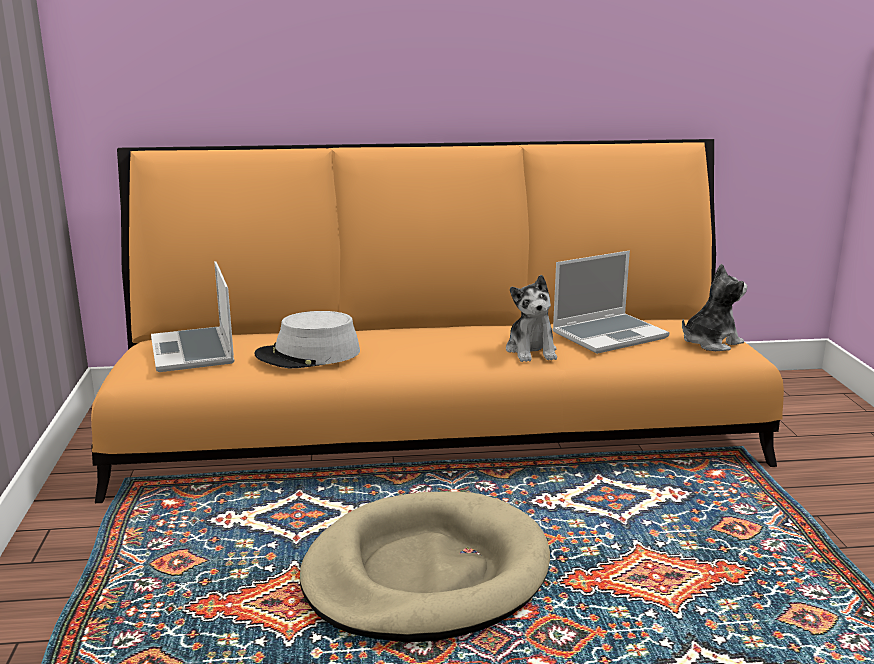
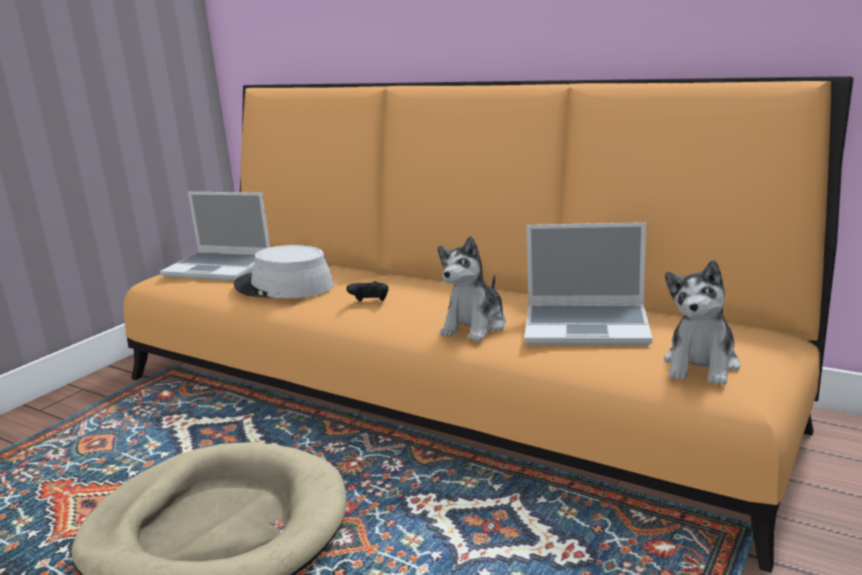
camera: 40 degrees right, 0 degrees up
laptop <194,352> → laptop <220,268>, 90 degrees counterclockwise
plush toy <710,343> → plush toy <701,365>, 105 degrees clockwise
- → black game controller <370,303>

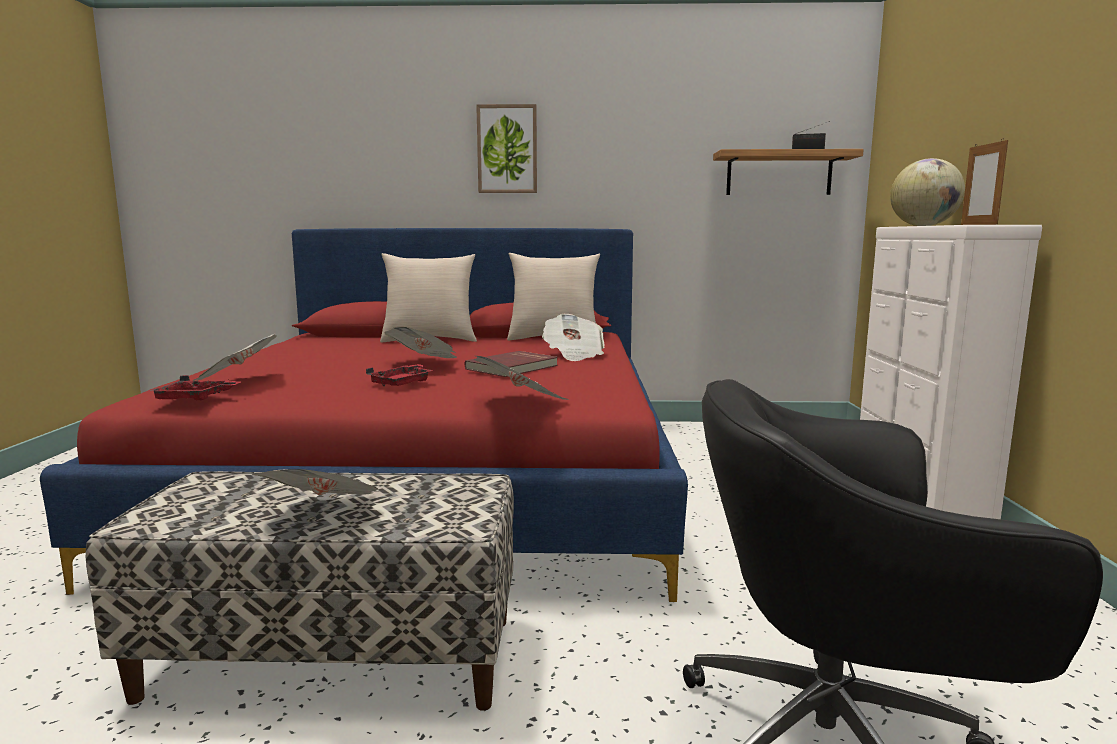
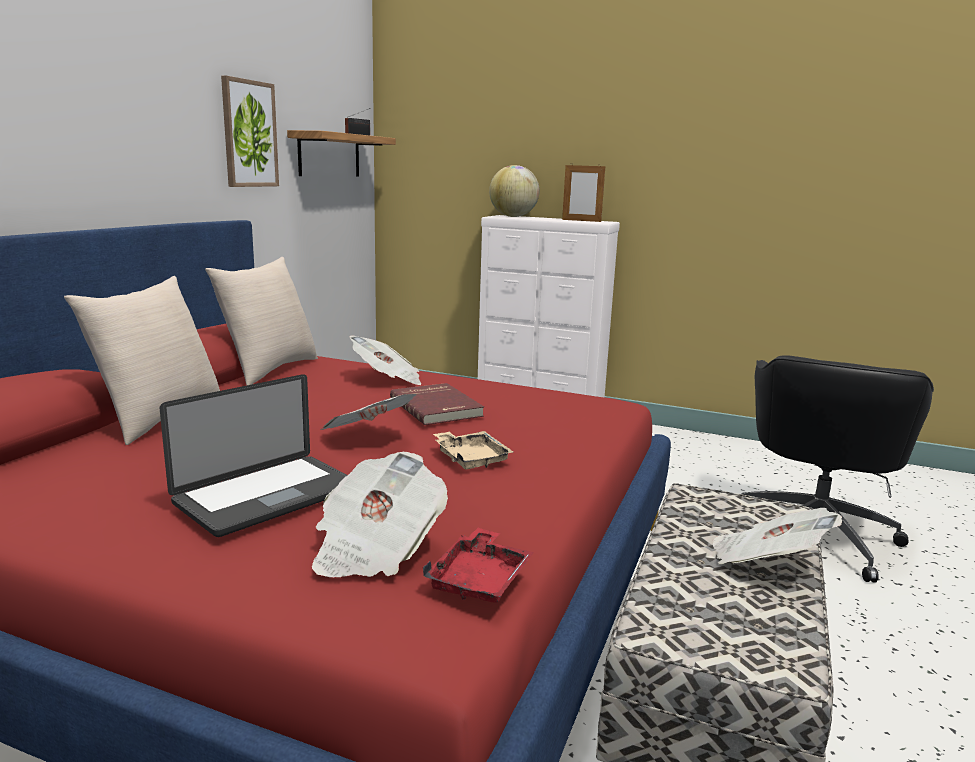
camera: 70 degrees left, 5 degrees up
picture <507,149> → picture <249,134>, moved
newspaper <522,403> → -
red tray <403,383> → beige tray <471,458>
- → laptop <267,496>

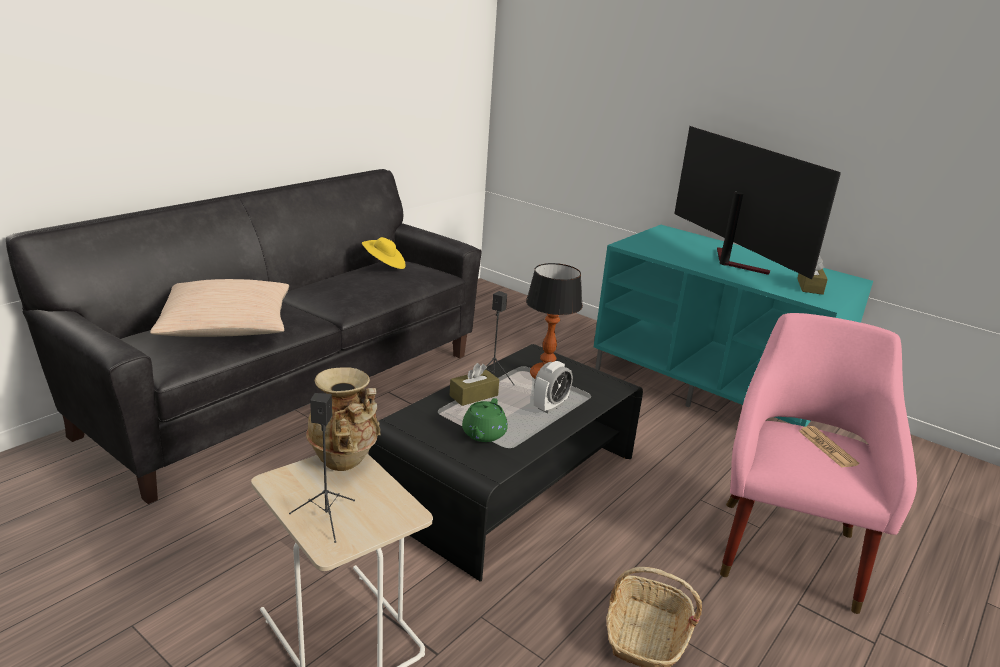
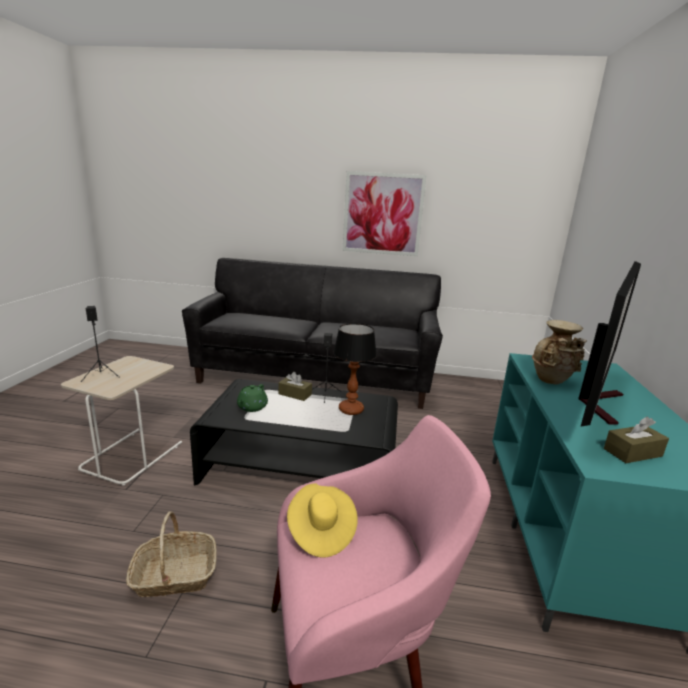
camera: 60 degrees right, 5 degrees down
yellow hat <384,265> → yellow hat <320,532>, moved
beige pillow <227,326> → -
alarm clock <550,406> → -
beige vase <346,461> → beige vase <552,380>, moved
green teapot <483,434> → green teapot <252,407>, 60 degrees counterclockwise
newspaper <827,447> → -
- → picture <382,214>

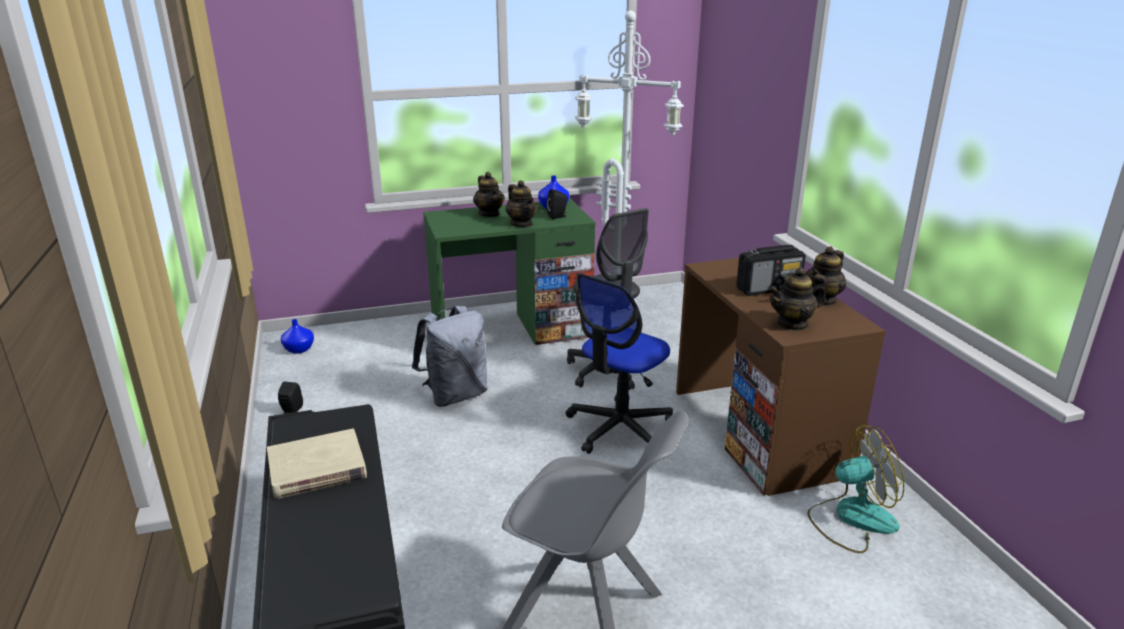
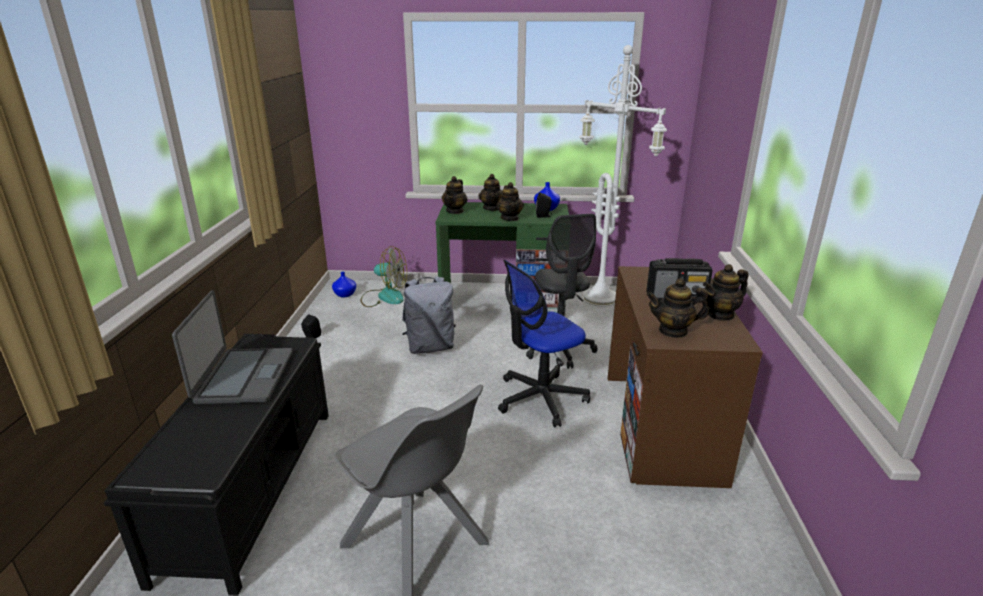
camera: 20 degrees right, 0 degrees up
fan <851,518> → fan <384,297>, moved
beige book <317,468> → laptop <243,377>
- → teapot <455,211>

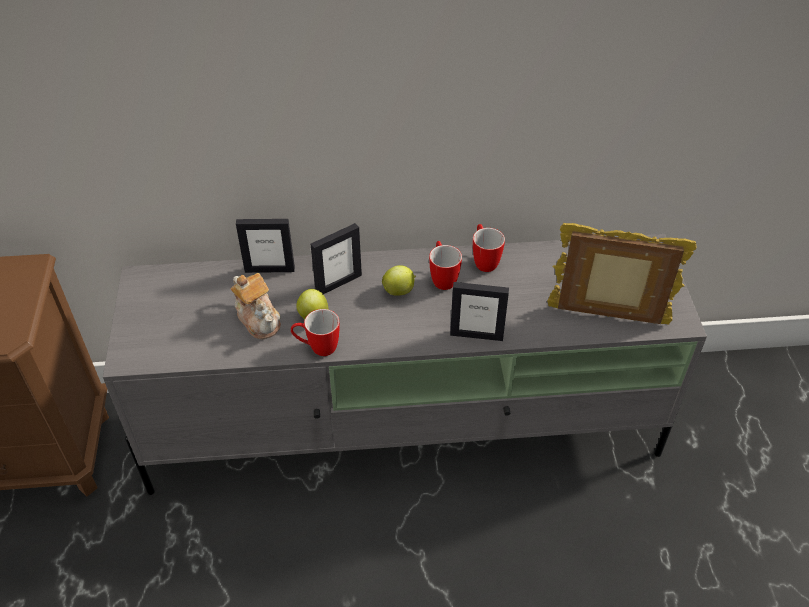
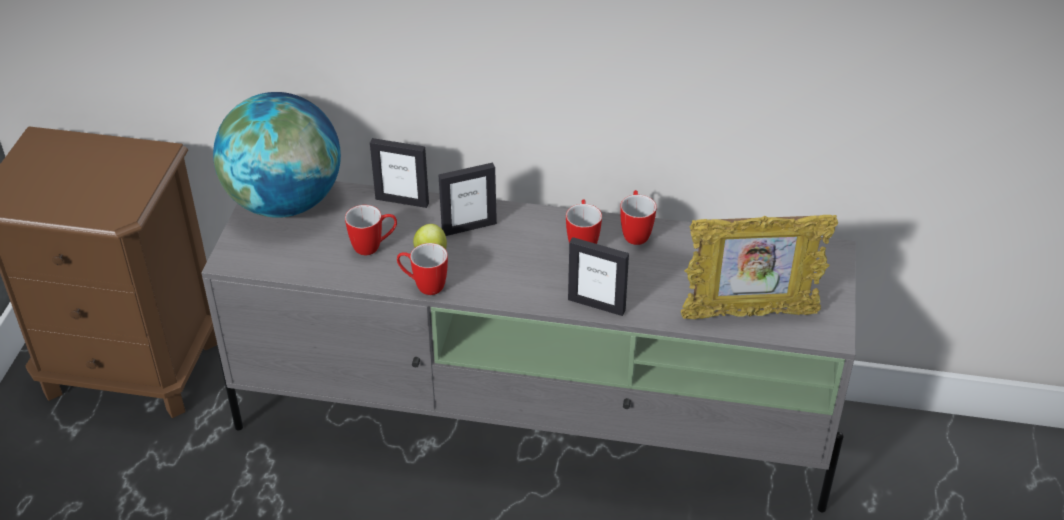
camera: 15 degrees right, 5 degrees down
picture frame <607,317> → picture frame <749,314>, 150 degrees clockwise
apple <399,291> → -
teapot <259,318> → mug <374,246>
- → globe <285,202>

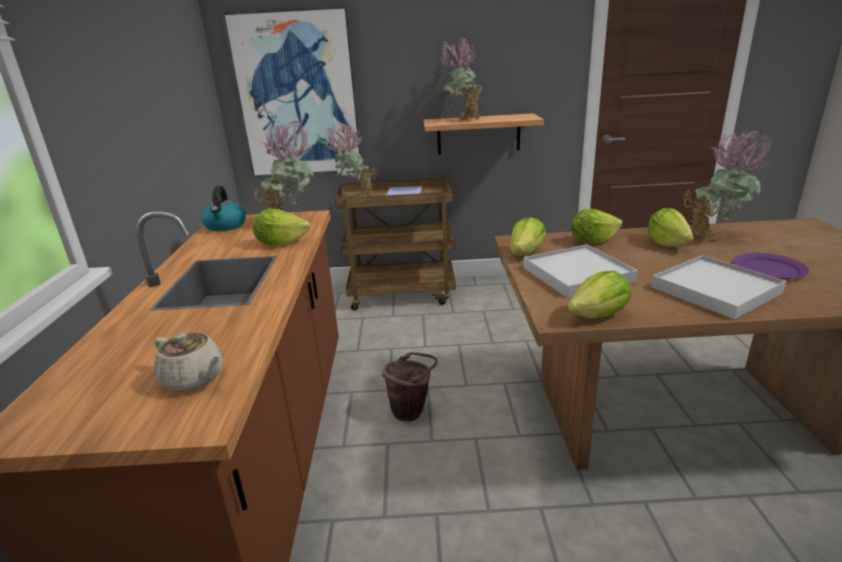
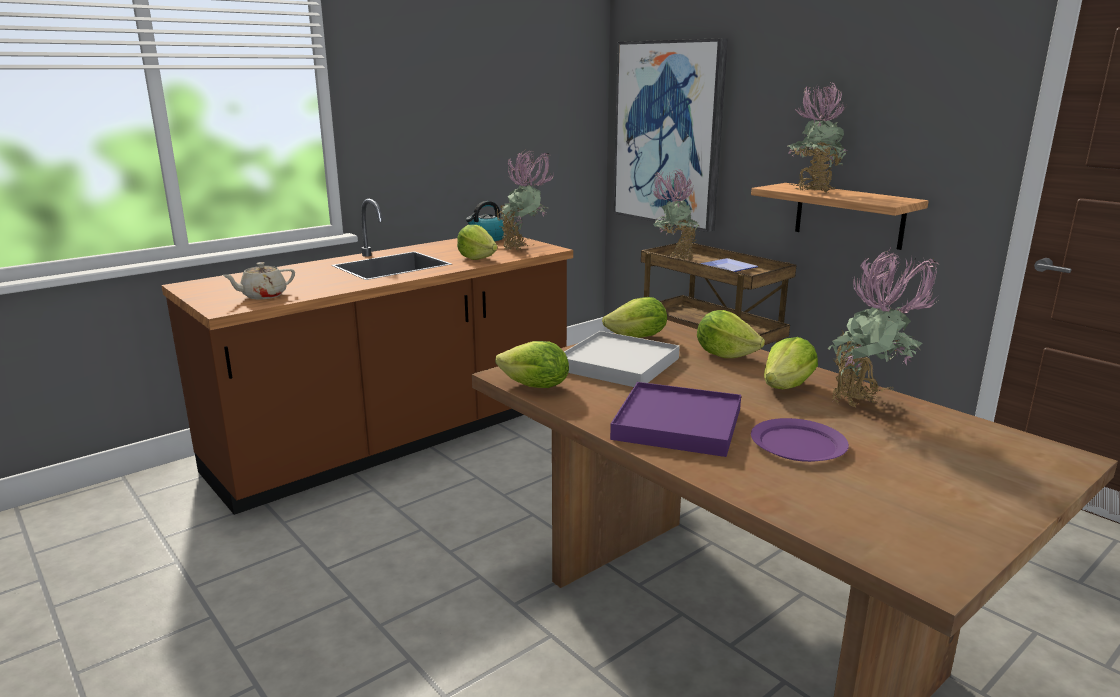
camera: 50 degrees right, 5 degrees down
white tray <715,290> → purple tray <677,424>
beige teapot <194,379> → beige teapot <263,296>, 60 degrees clockwise
brown bucket <412,411> → -

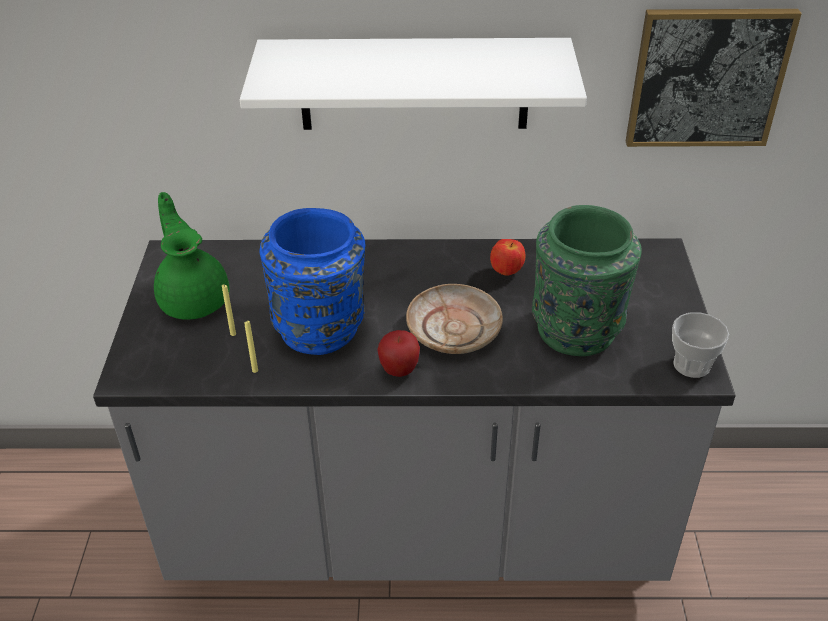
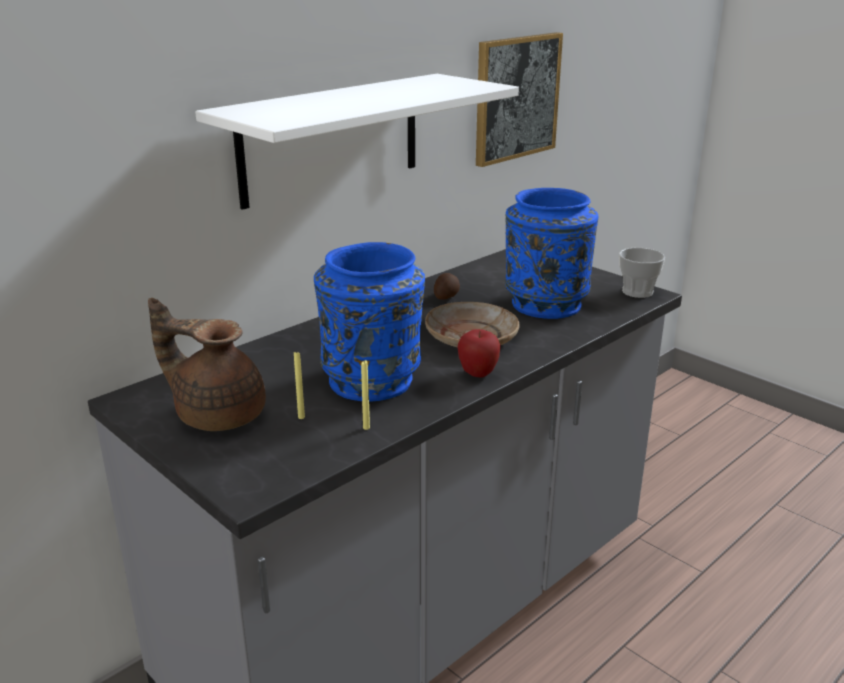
camera: 45 degrees left, 15 degrees down
green teapot <194,298> → brown teapot <218,414>
green vase <576,328> → blue vase <545,304>
apple <506,271> → potato <447,296>

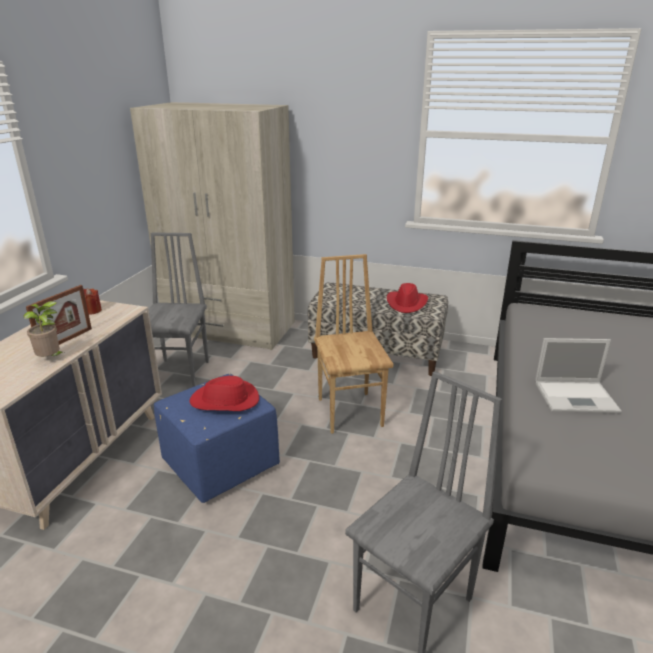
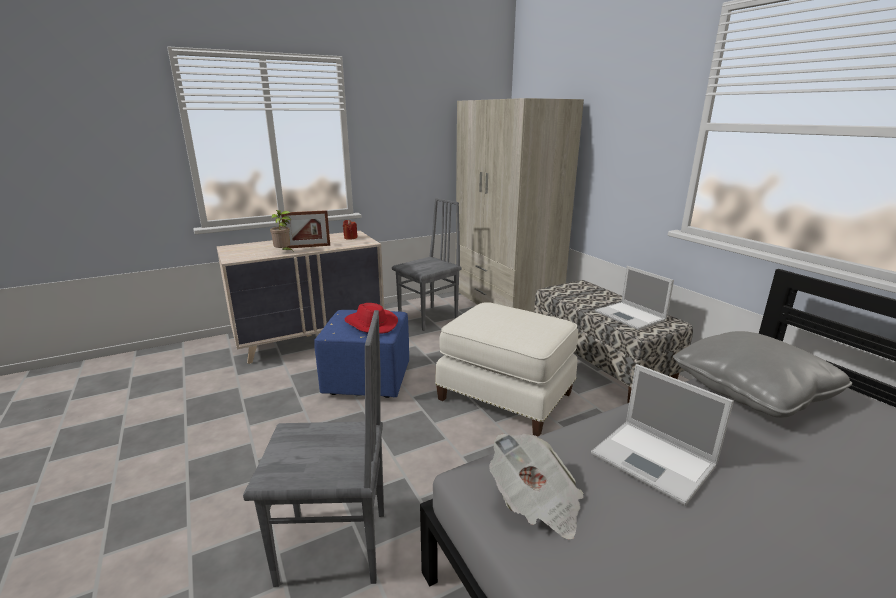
camera: 45 degrees right, 5 degrees down
brown chair <351,411> → white ottoman <506,395>
red hat <407,303> → laptop <631,316>
- → grey pillow <751,390>
- → newspaper <536,503>

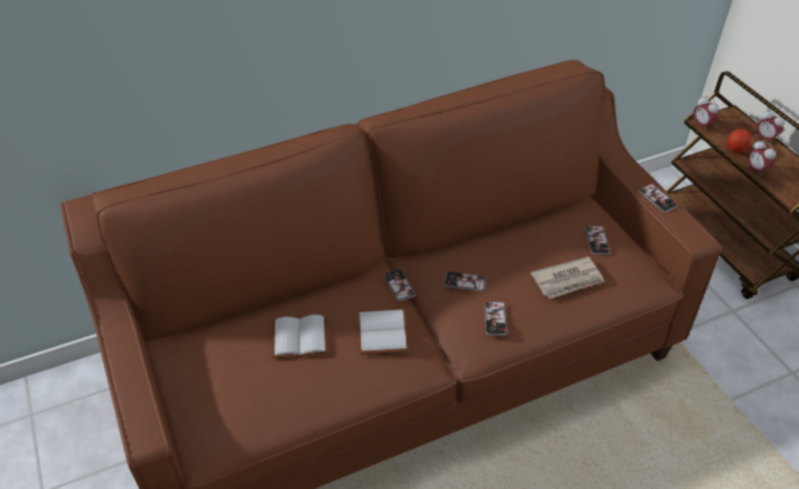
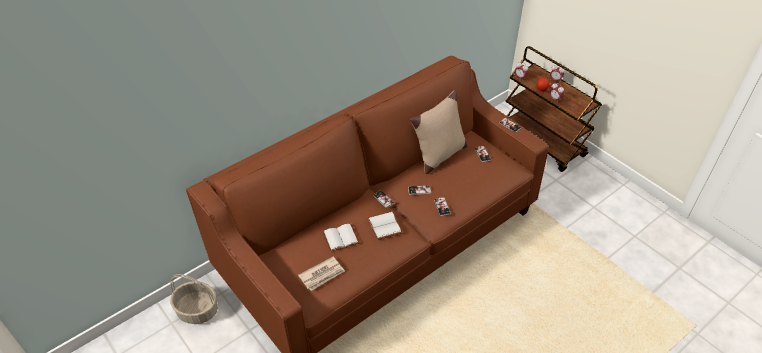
camera: 15 degrees left, 0 degrees up
newspaper <568,280> → newspaper <322,275>, moved
- → beige pillow <438,156>
- → basket <198,310>

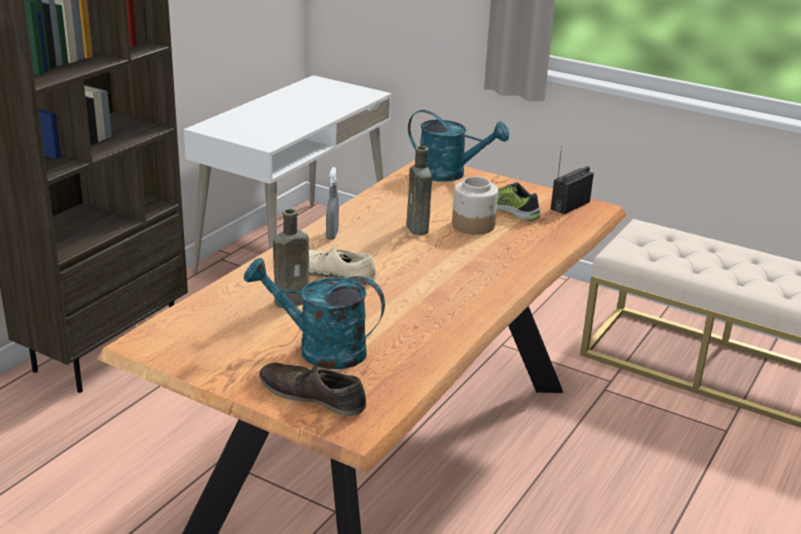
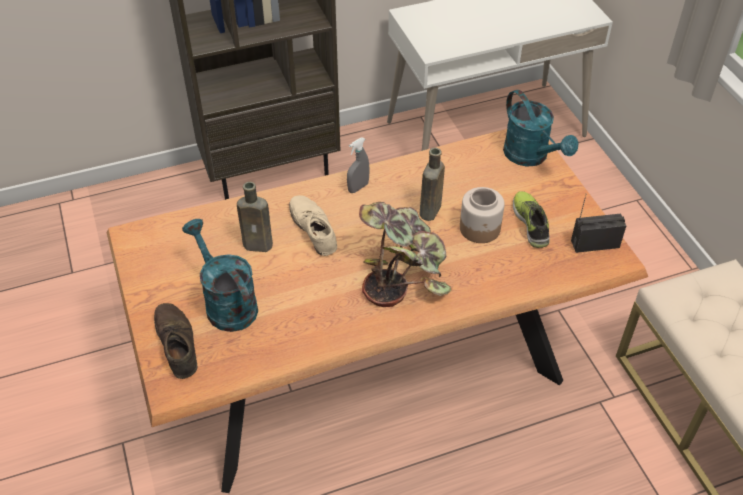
camera: 40 degrees right, 20 degrees up
- → potted plant <403,272>

